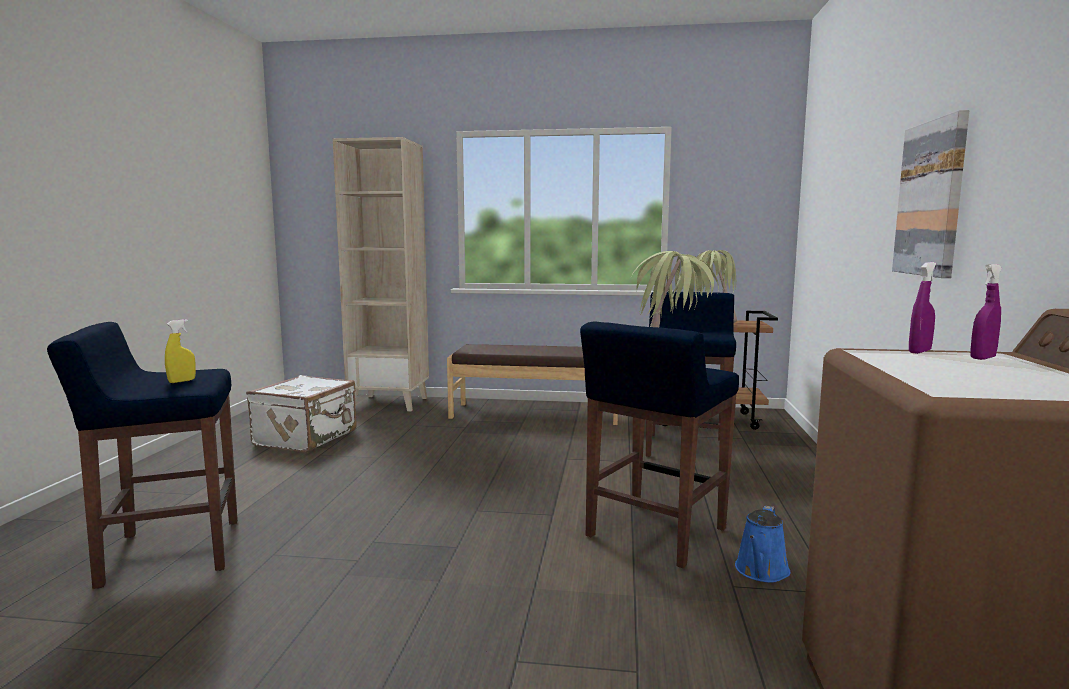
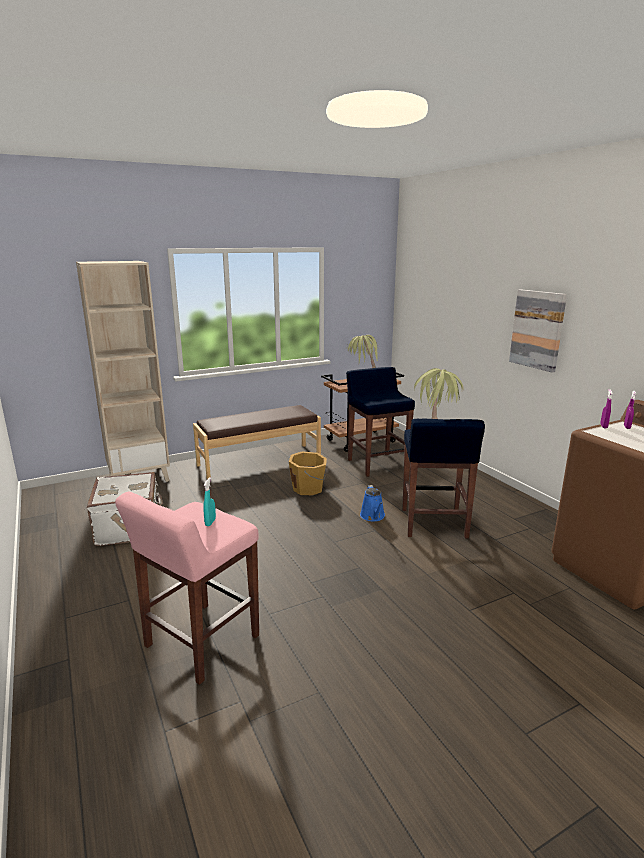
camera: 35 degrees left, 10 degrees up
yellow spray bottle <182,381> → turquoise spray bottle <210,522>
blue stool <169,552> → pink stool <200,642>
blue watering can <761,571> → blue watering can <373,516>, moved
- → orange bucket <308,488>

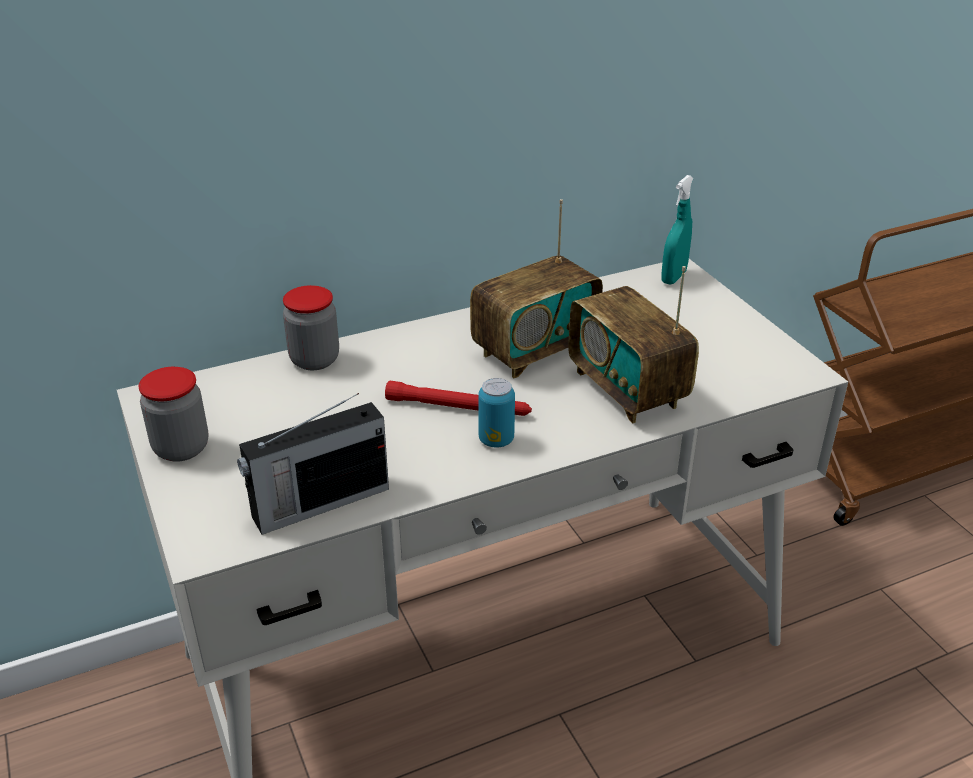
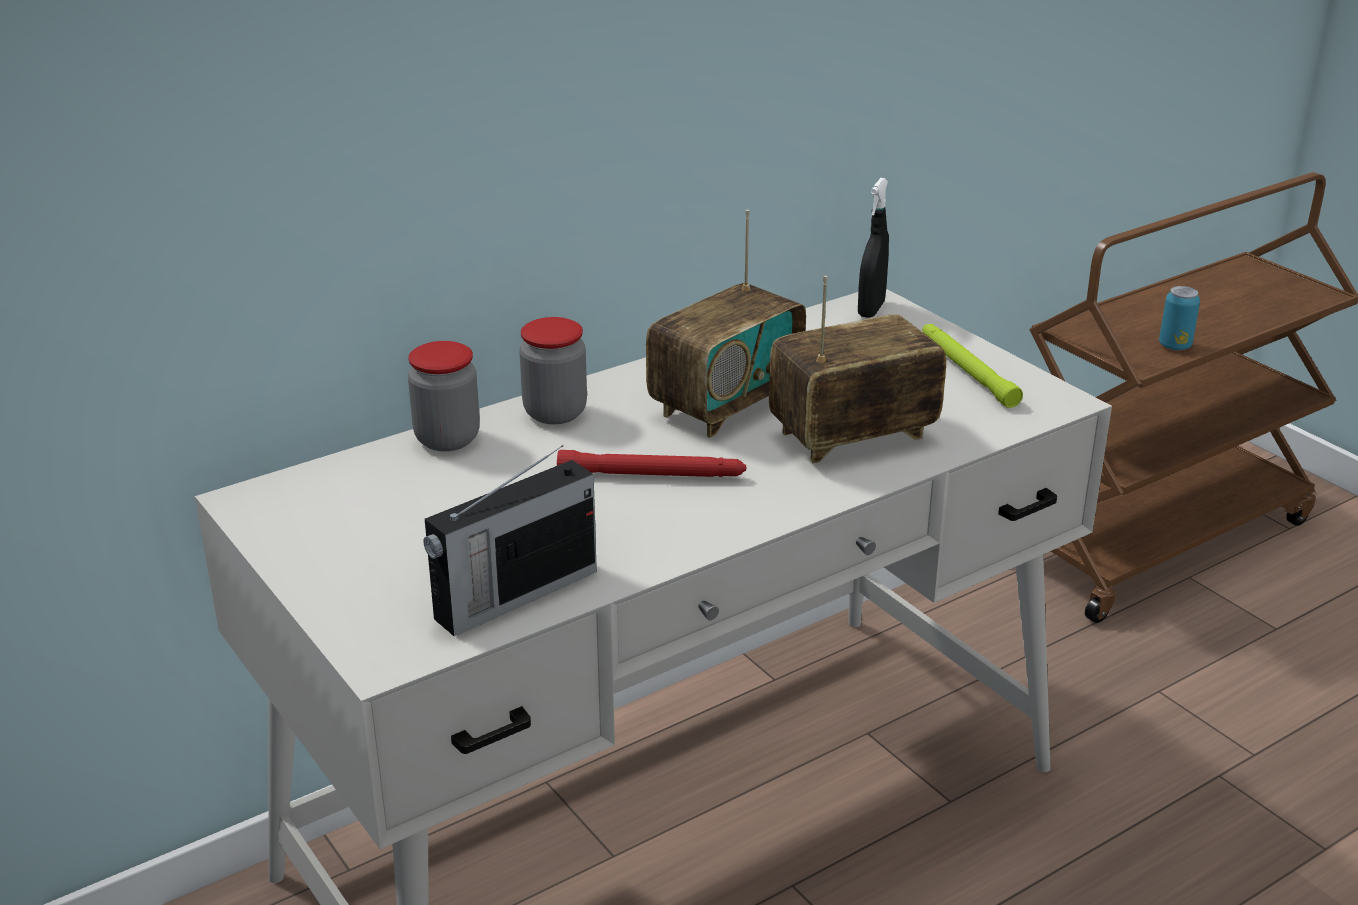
camera: 10 degrees left, 5 degrees down
turquoise spray bottle <673,277> → black spray bottle <871,309>
radio <627,389> → radio <853,437>, 105 degrees clockwise
jar <181,448> → jar <555,413>, moved
can <496,440> → can <1174,346>, moved
- → green flashlight <966,371>

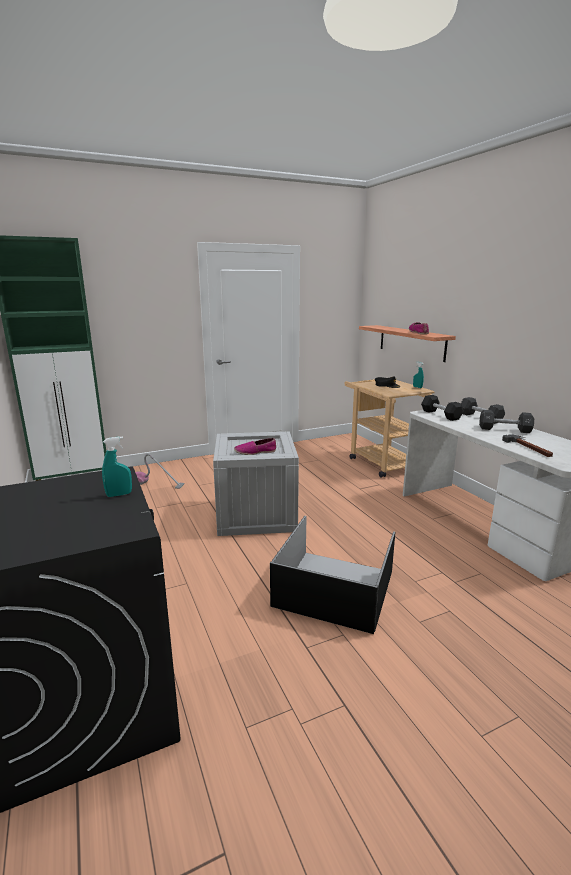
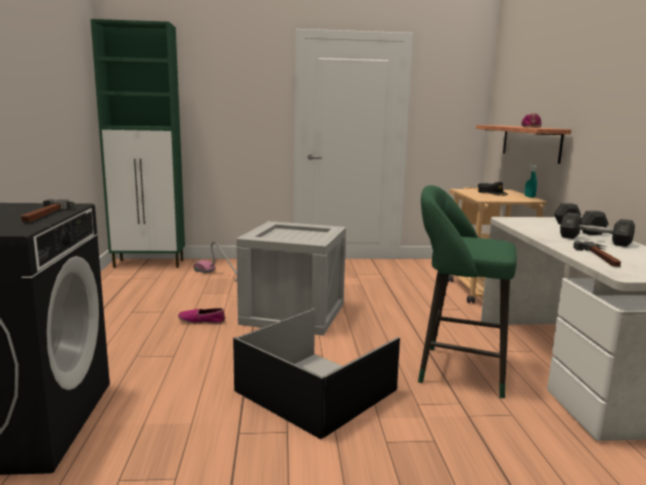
camera: 20 degrees right, 5 degrees down
black dumbbell <440,415> → -
turquoise spray bottle <119,494> → hammer <47,214>
shoe <255,452> → shoe <202,321>, moved
- → green stool <457,370>

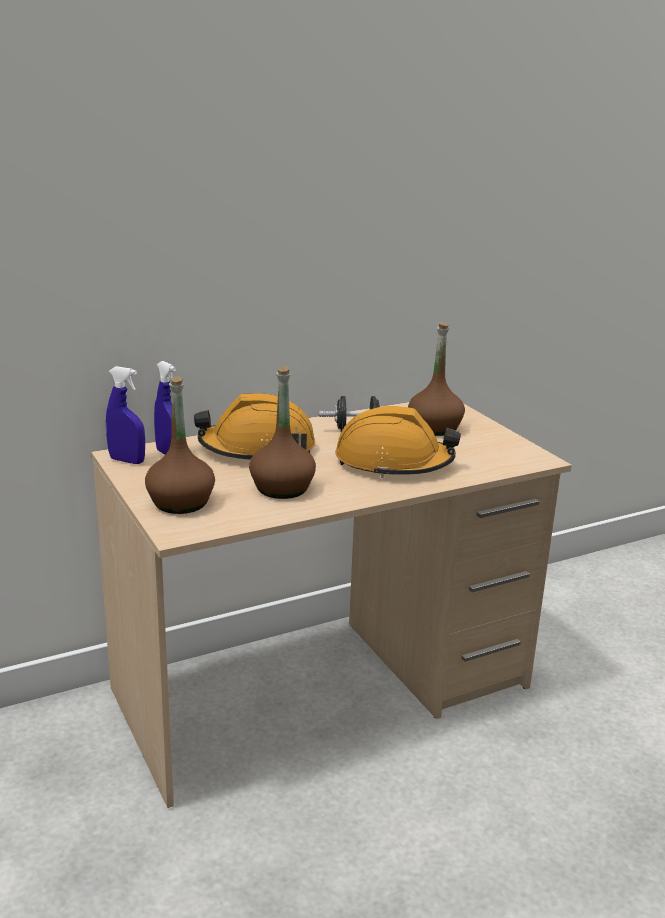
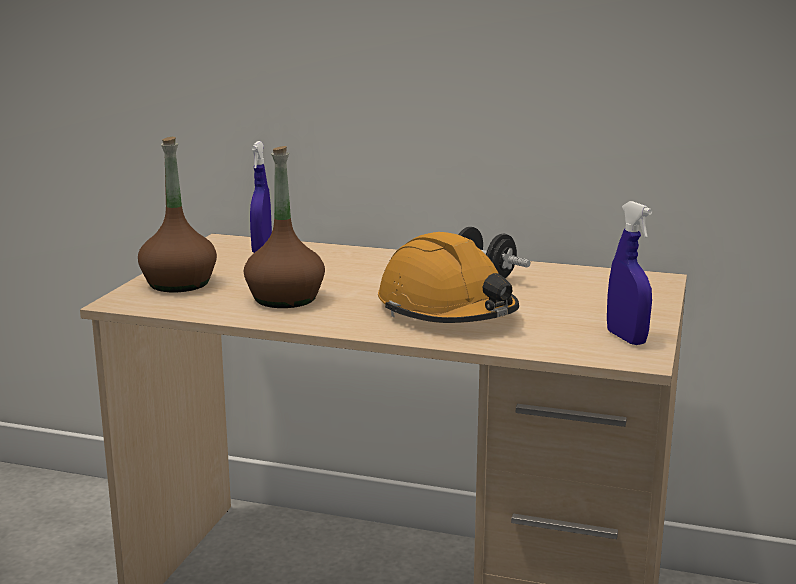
camera: 45 degrees right, 5 degrees down
brown bottle <435,428> → -
blue spray bottle <127,461> → blue spray bottle <626,338>, moved
orange hard hat <257,449> → -

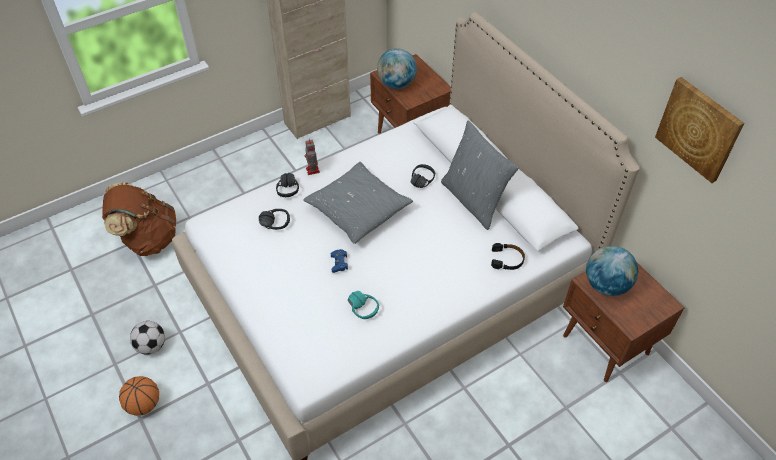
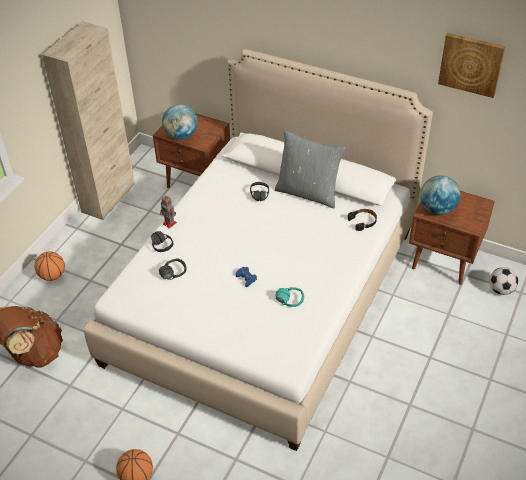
camera: 30 degrees left, 5 degrees down
grey pillow <358,209> → -
football <151,346> → football <501,290>, moved
- → basketball <52,275>

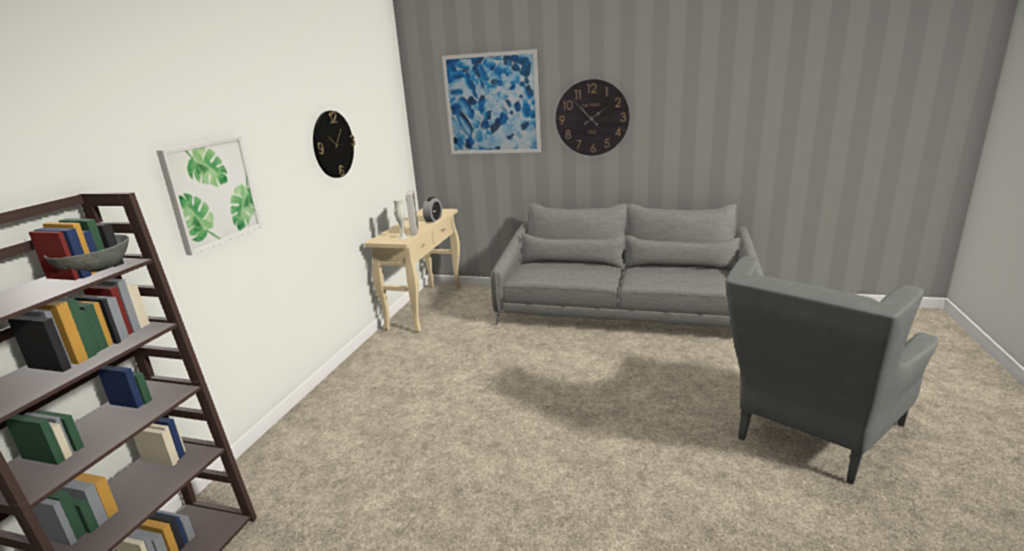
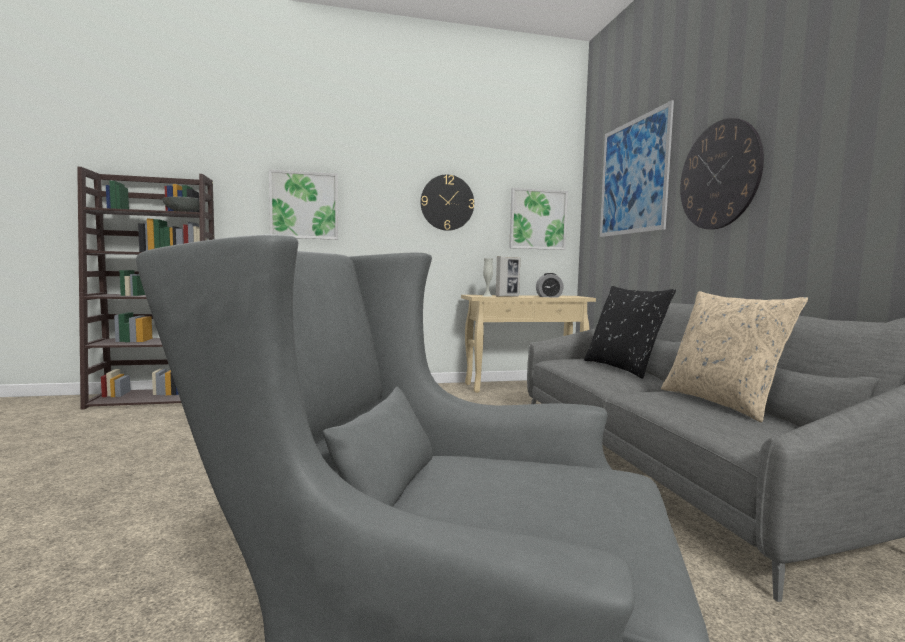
camera: 60 degrees right, 15 degrees down
- → picture <537,219>
- → black pillow <623,368>
- → beige pillow <721,403>

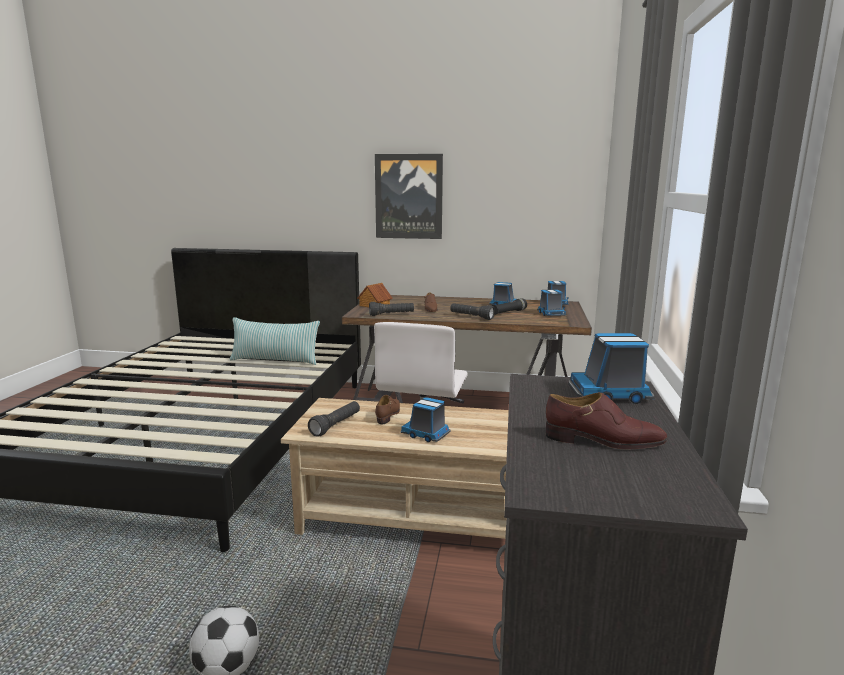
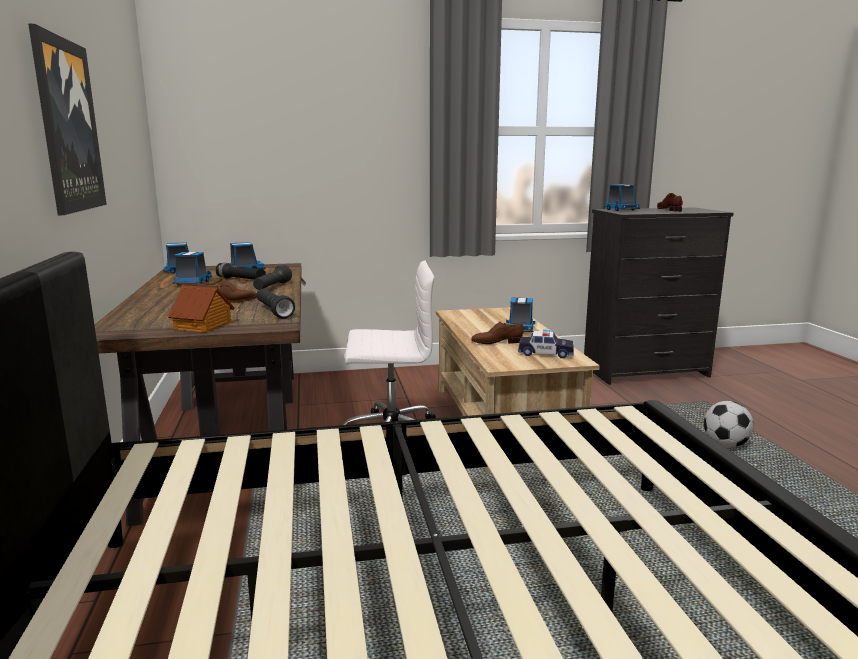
camera: 110 degrees left, 0 degrees up
pillow <275,360> → -
black flashlight <336,425> → toy car <545,353>

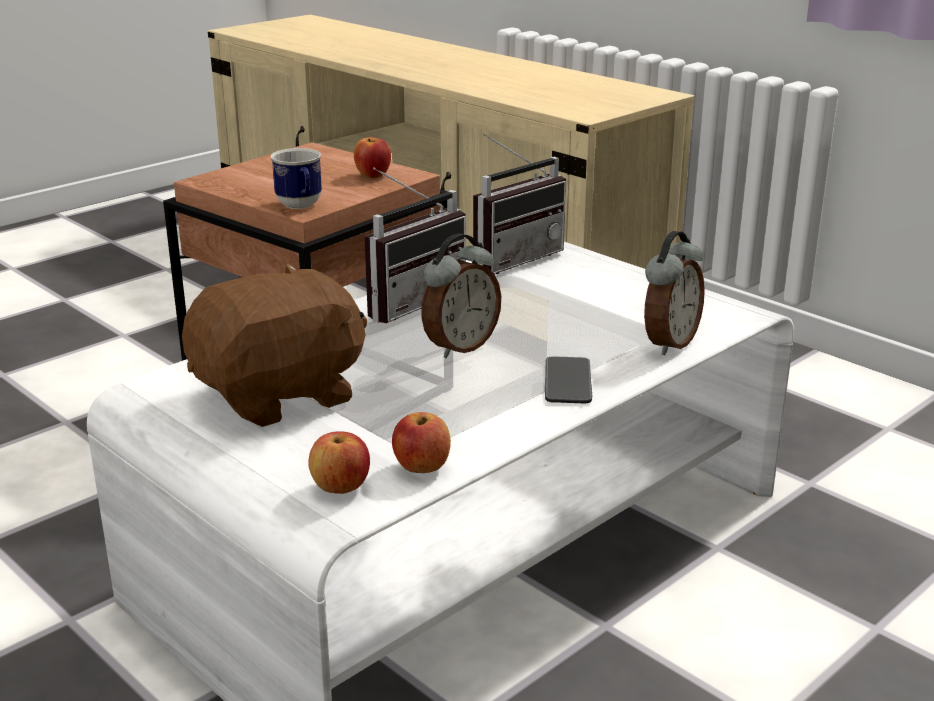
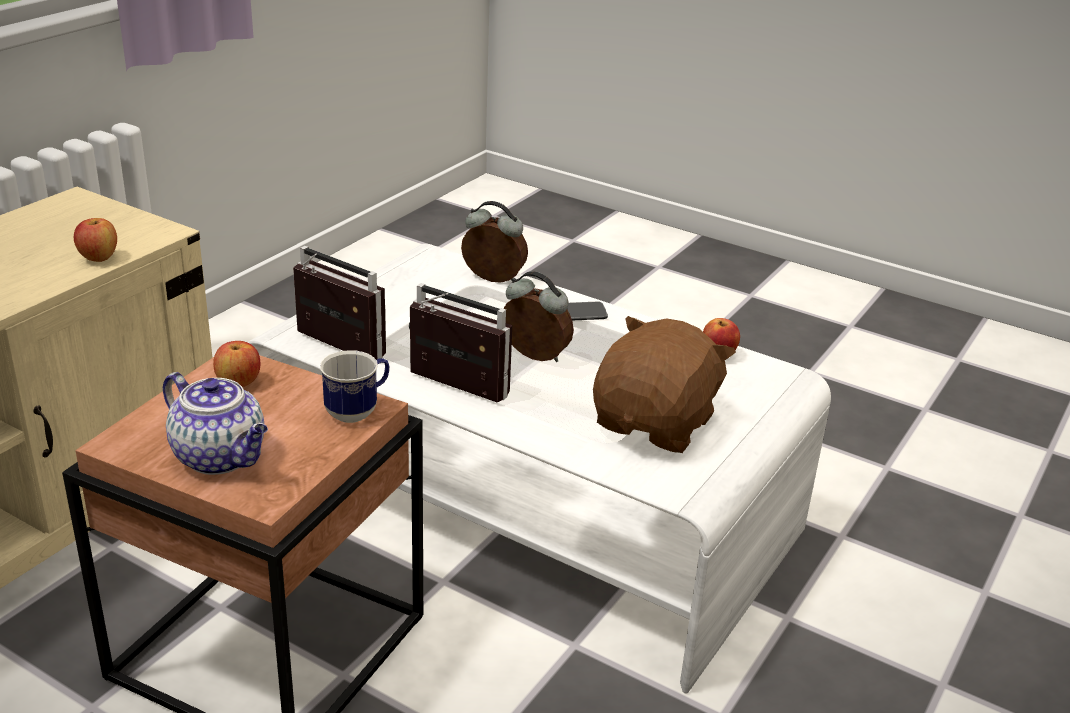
camera: 105 degrees left, 5 degrees up
brown plush toy <280,395> → brown plush toy <656,424>, 75 degrees clockwise
apple <341,487> → apple <98,258>, moved
- → teapot <221,457>

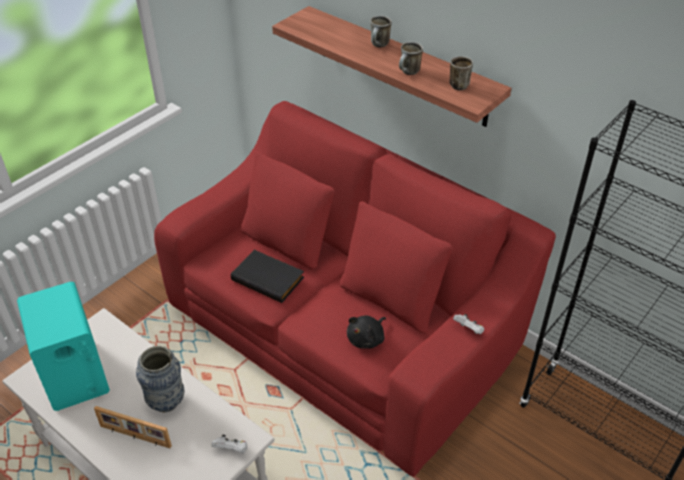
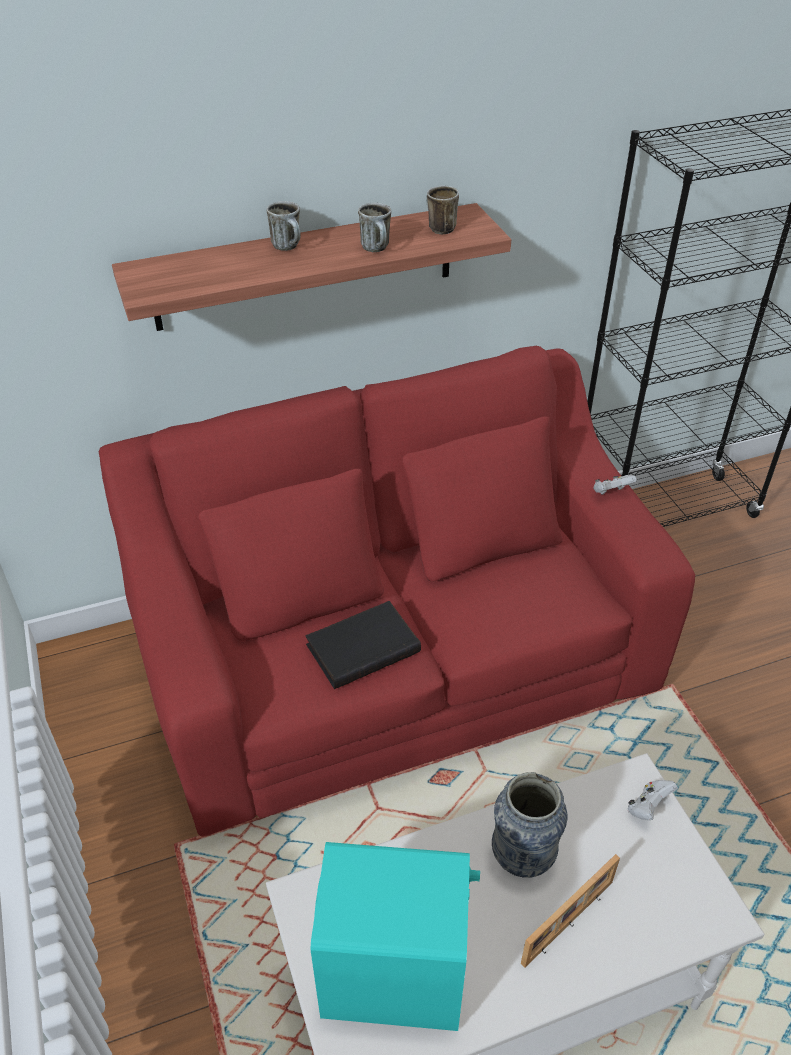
camera: 60 degrees left, 0 degrees up
black plush toy <367,339> → -

